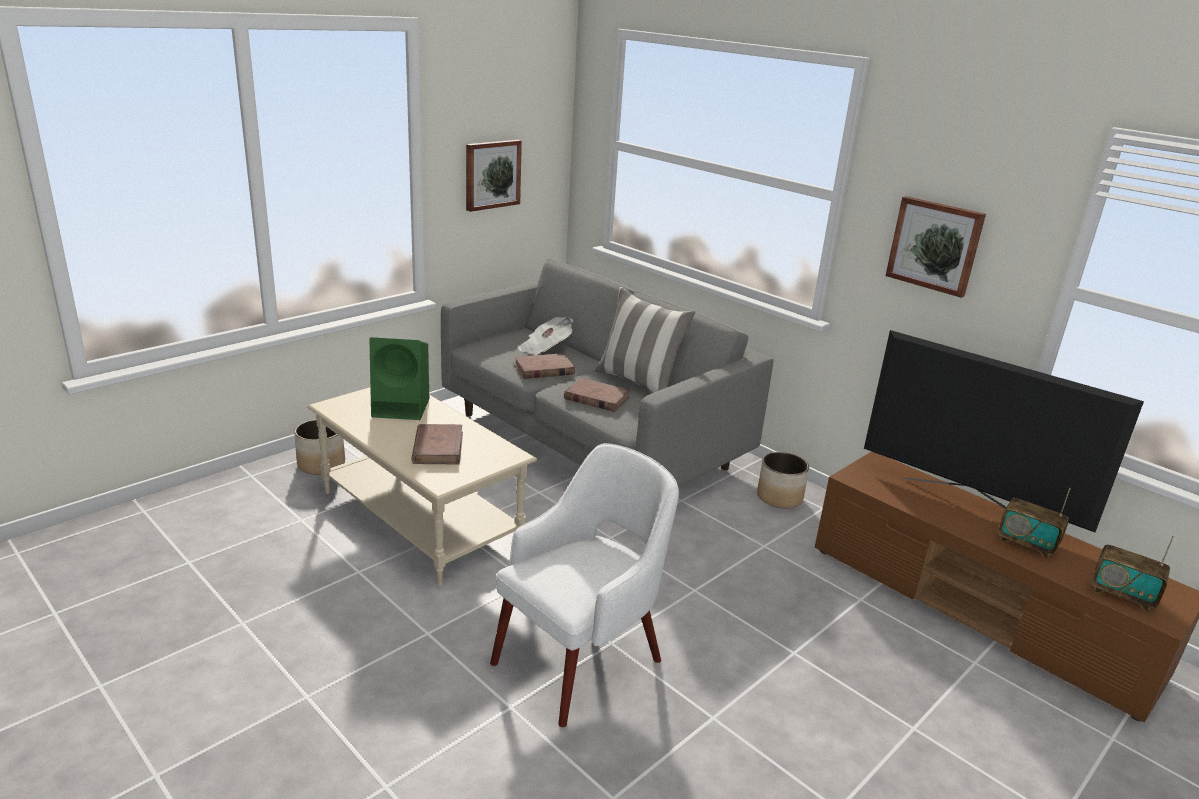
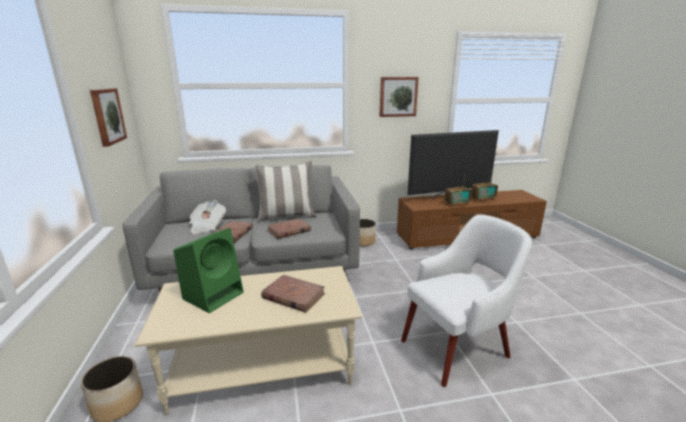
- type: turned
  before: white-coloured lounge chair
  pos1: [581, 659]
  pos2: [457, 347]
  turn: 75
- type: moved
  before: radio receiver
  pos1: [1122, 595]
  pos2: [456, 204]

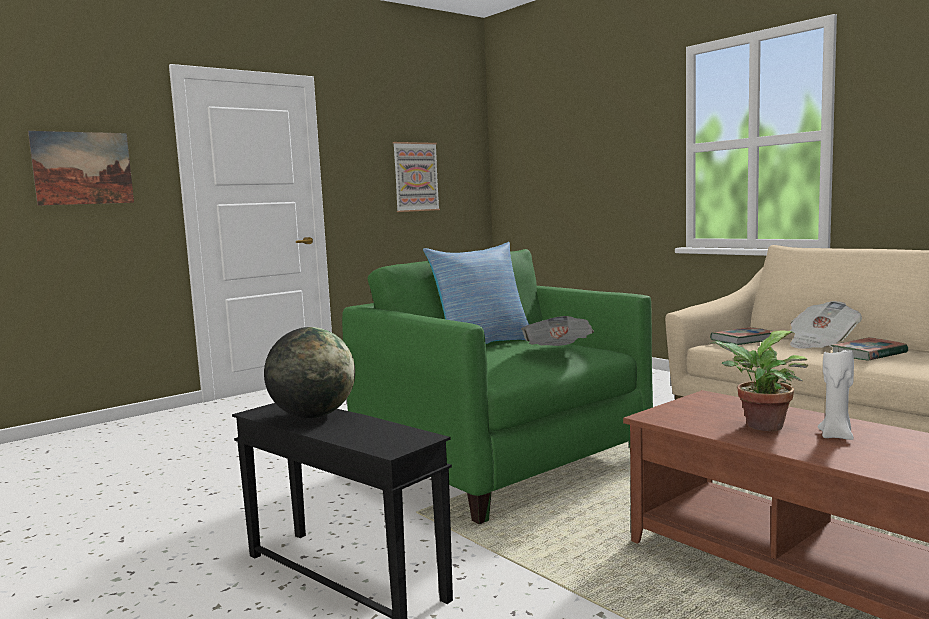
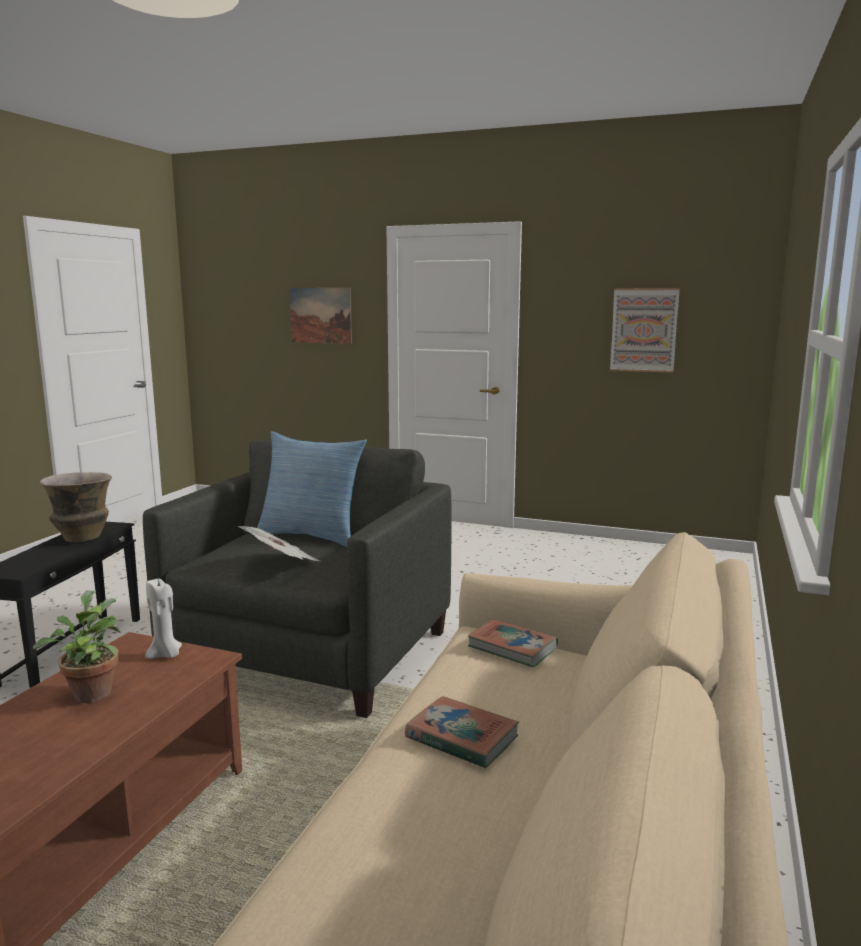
- type: recoloured
  before: green-coloured lounge chair
  after: greyish lounge chair
  pos1: [503, 464]
  pos2: [311, 653]
- type: removed
  before: newspaper
  pos1: [820, 344]
- type: replaced
  before: world globe
  after: decorative vase
  pos1: [313, 416]
  pos2: [82, 538]
- type: moved
  before: white-coloured candle
  pos1: [836, 436]
  pos2: [165, 655]

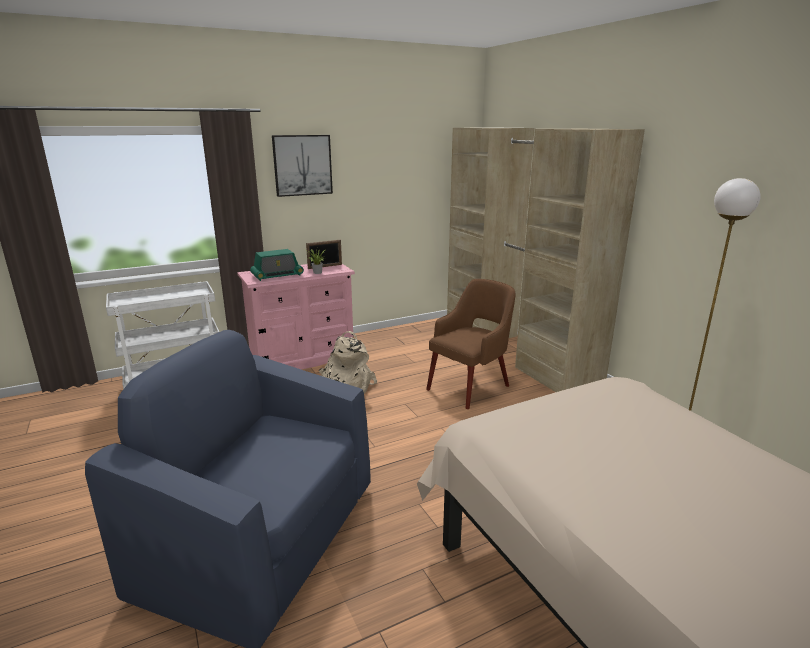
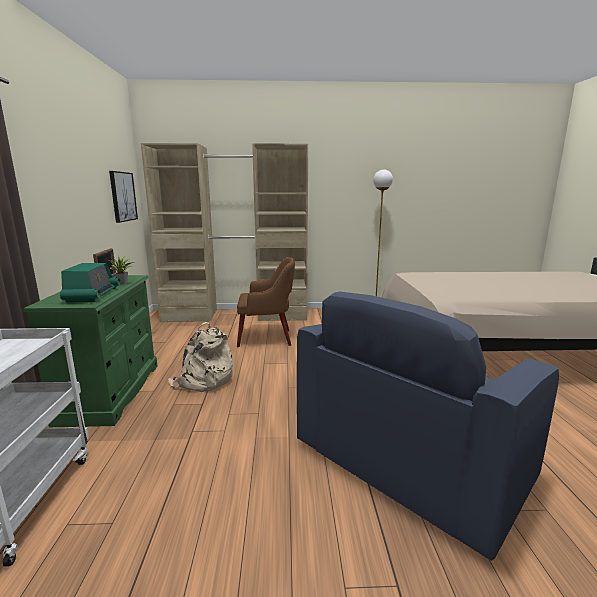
- type: moved
  before: wall art
  pos1: [302, 165]
  pos2: [122, 196]
- type: recoloured
  before: pink-coloured drawer chest
  after: green-coloured drawer chest
  pos1: [303, 359]
  pos2: [111, 392]
- type: turned
  before: brownish lounge chair
  pos1: [470, 387]
  pos2: [266, 338]
  turn: 105

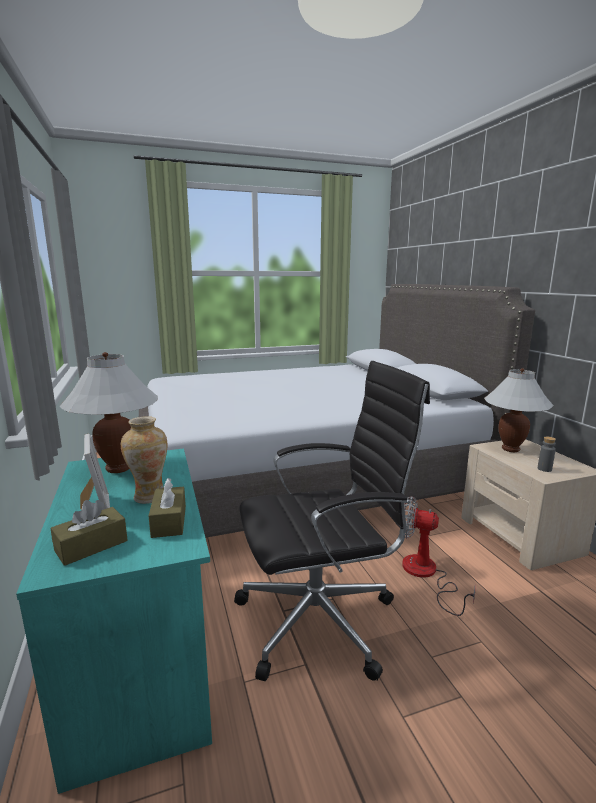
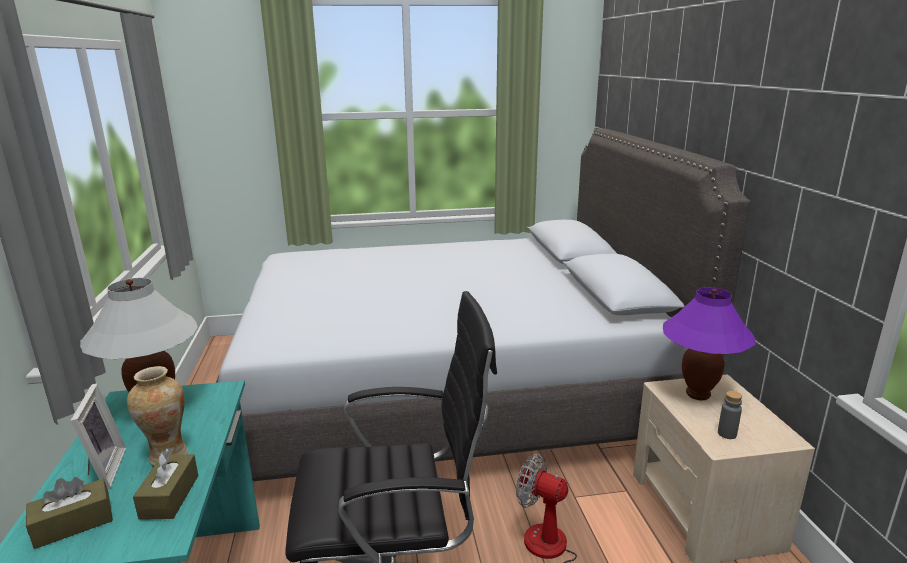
- type: recoloured
  before: white-coloured lamp for a table
  after: purple lamp for a table
  pos1: [510, 449]
  pos2: [697, 394]

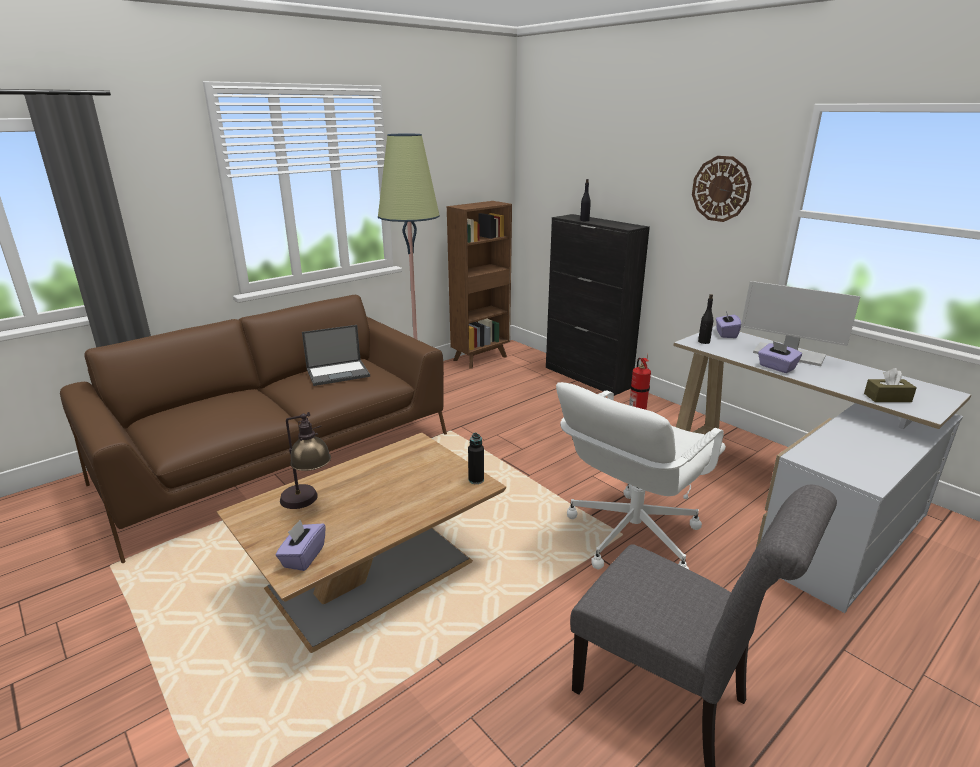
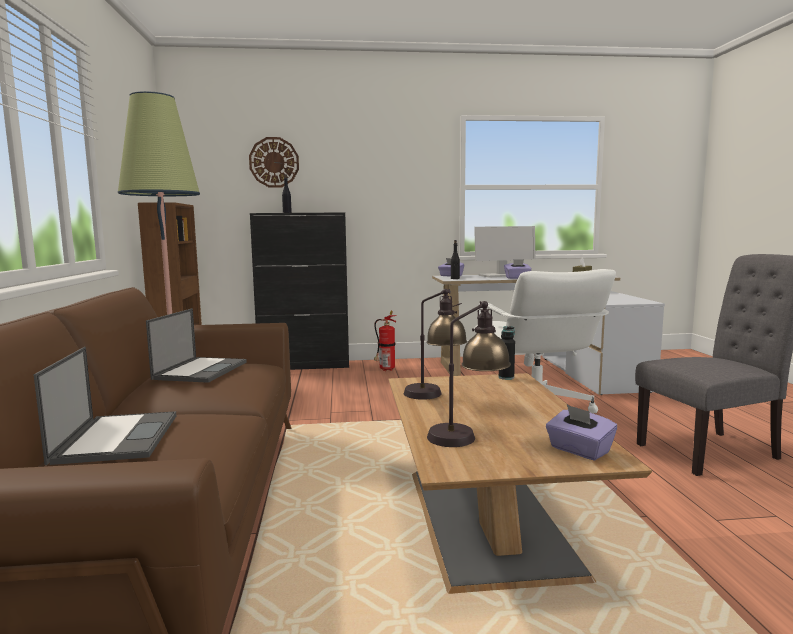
- type: moved
  before: hanging clock
  pos1: [721, 189]
  pos2: [274, 162]
- type: added
  after: lamp for a table
  pos2: [434, 396]
- type: added
  after: laptop
  pos2: [117, 437]

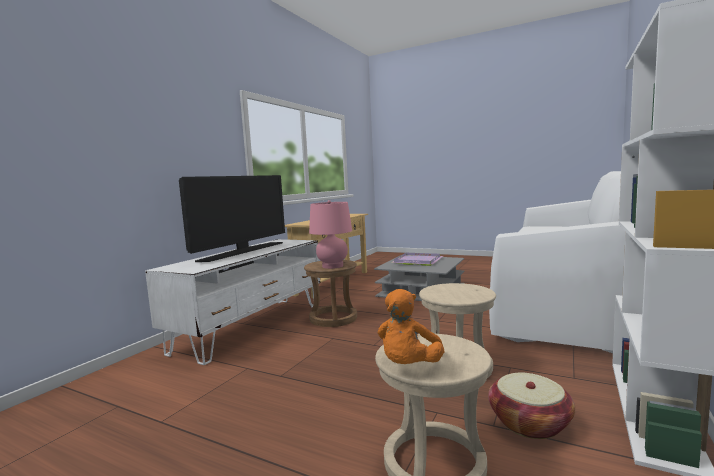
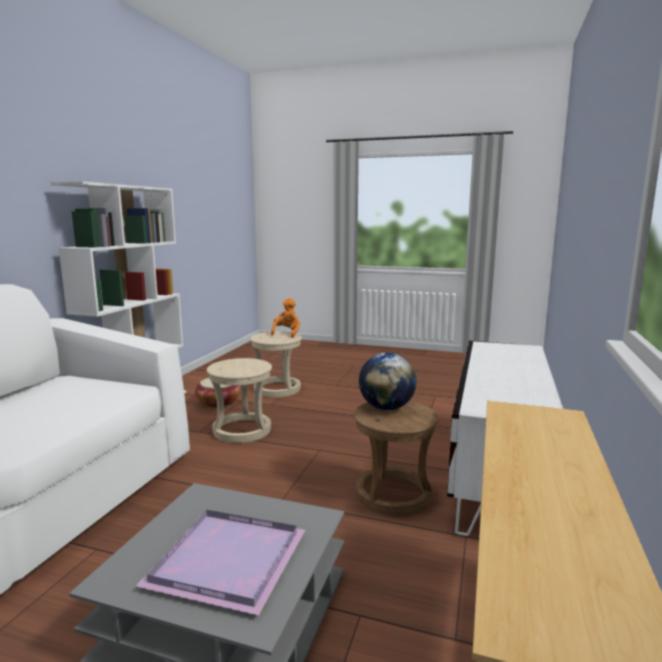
- type: removed
  before: television
  pos1: [243, 252]
- type: replaced
  before: pink-coloured lamp for a table
  after: world globe
  pos1: [332, 266]
  pos2: [386, 408]

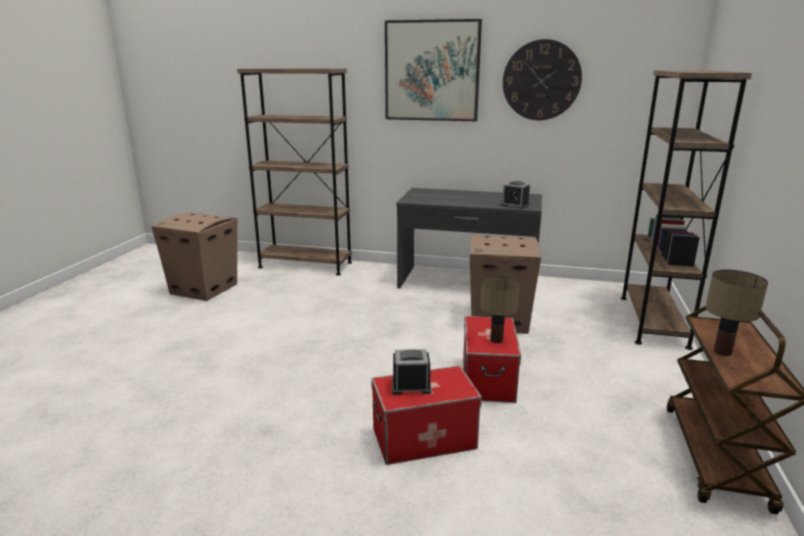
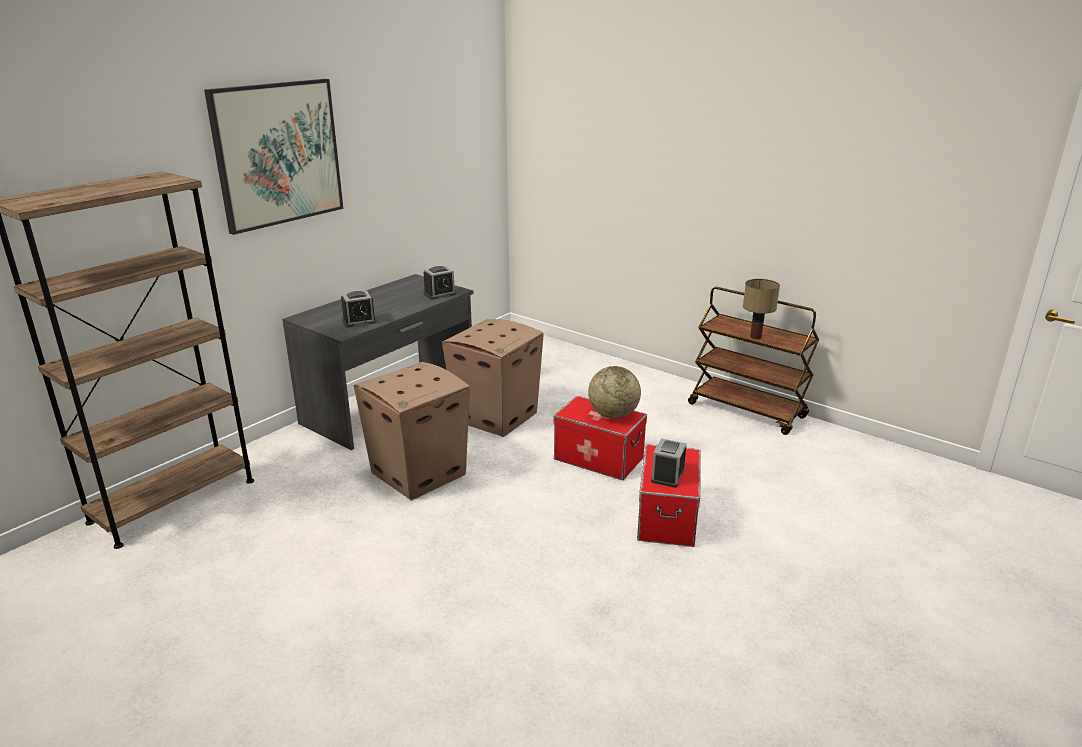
- type: removed
  before: hanging clock
  pos1: [541, 80]
- type: removed
  before: brownish bookshelf
  pos1: [653, 321]
- type: moved
  before: cardboard box
  pos1: [204, 289]
  pos2: [419, 473]
- type: replaced
  before: lamp for a table
  after: world globe
  pos1: [496, 340]
  pos2: [613, 415]
- type: added
  after: alarm clock
  pos2: [359, 321]

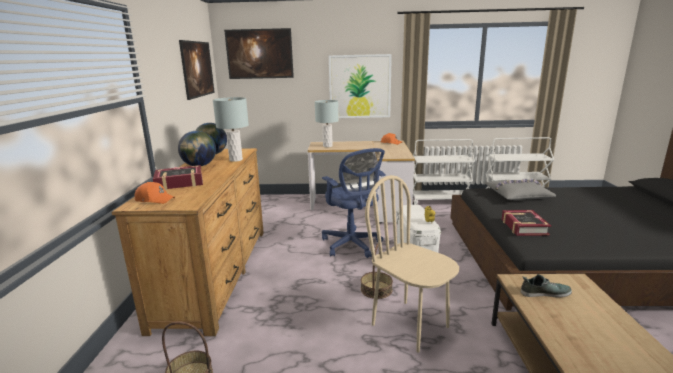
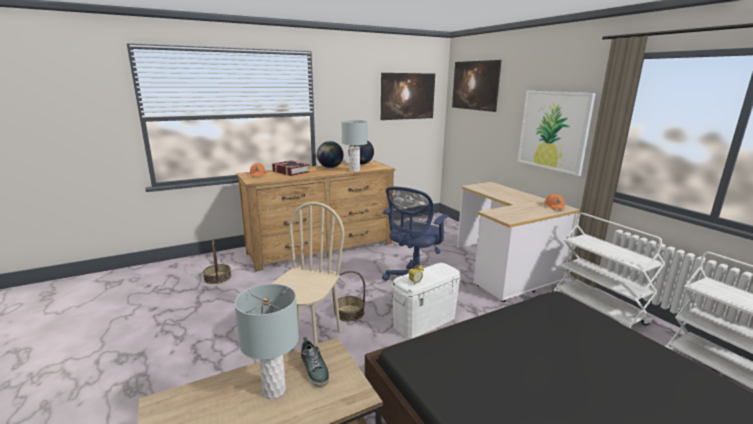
- type: moved
  before: greyish lamp for a table
  pos1: [327, 146]
  pos2: [273, 390]
- type: removed
  before: greyish throw pillow
  pos1: [517, 195]
- type: removed
  before: volume
  pos1: [523, 227]

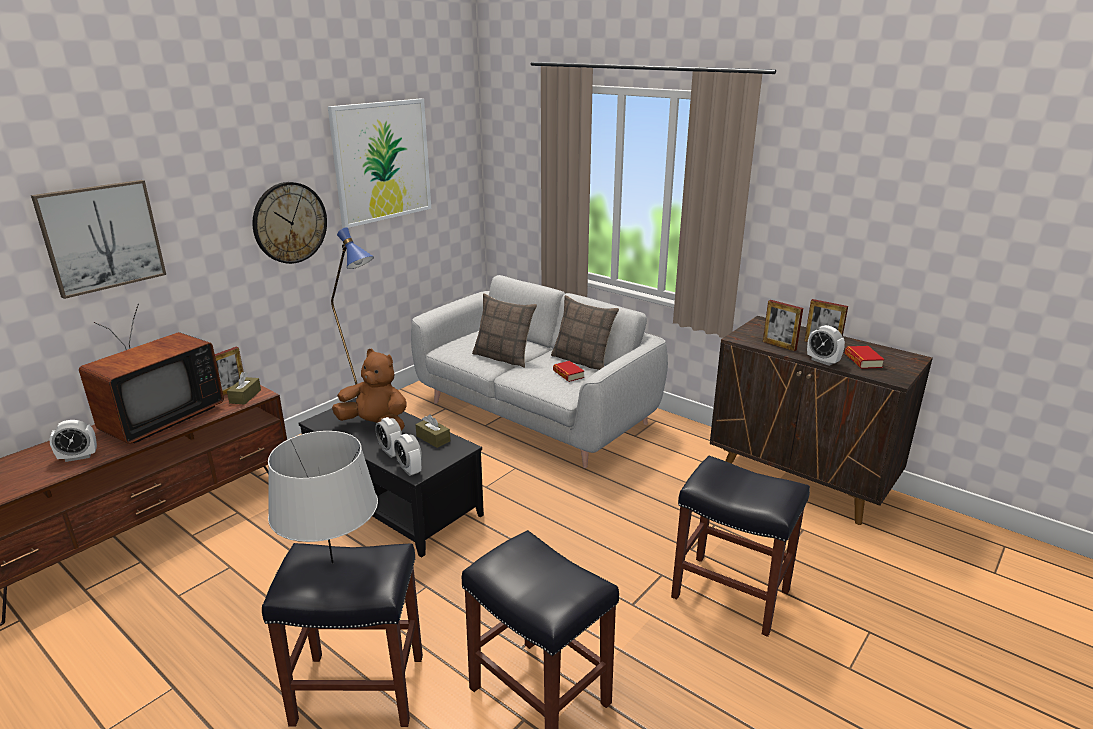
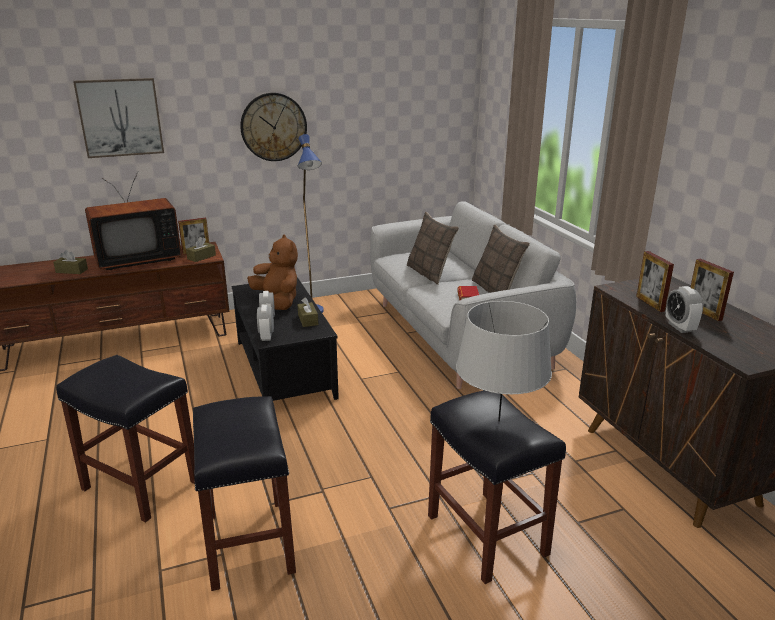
- type: removed
  before: wall art
  pos1: [382, 161]
- type: removed
  before: volume
  pos1: [863, 361]
- type: replaced
  before: alarm clock
  after: brownish box of tissues
  pos1: [78, 457]
  pos2: [72, 271]
- type: moved
  before: greyish lamp for a table
  pos1: [333, 562]
  pos2: [499, 421]

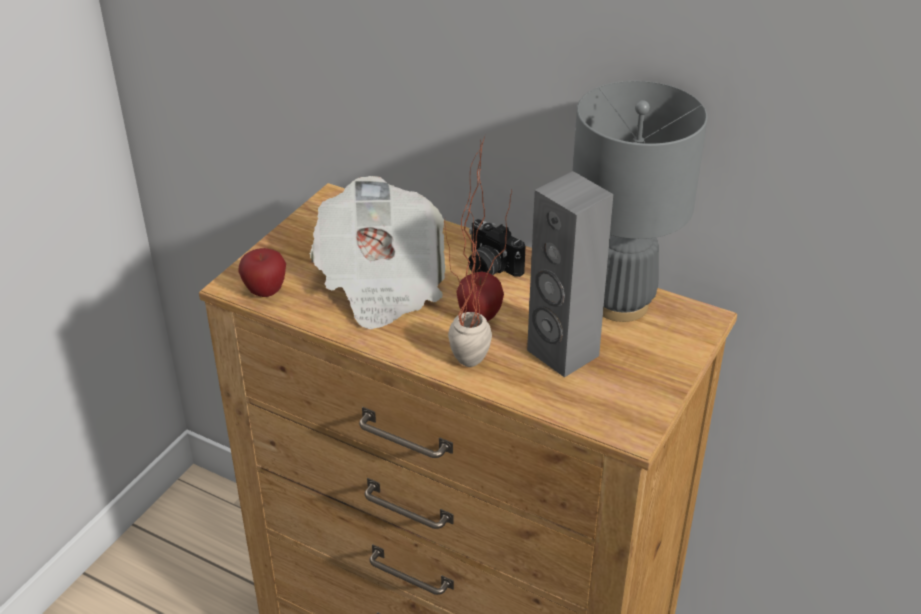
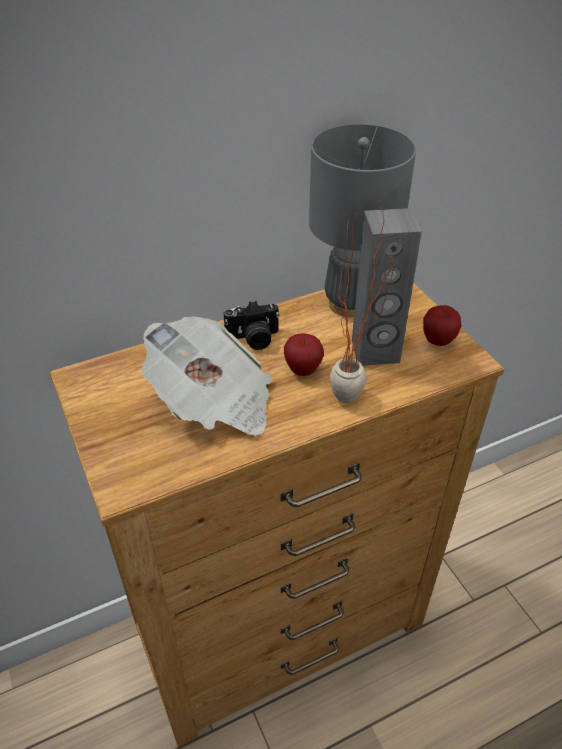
- type: moved
  before: whole apple
  pos1: [265, 292]
  pos2: [438, 341]

